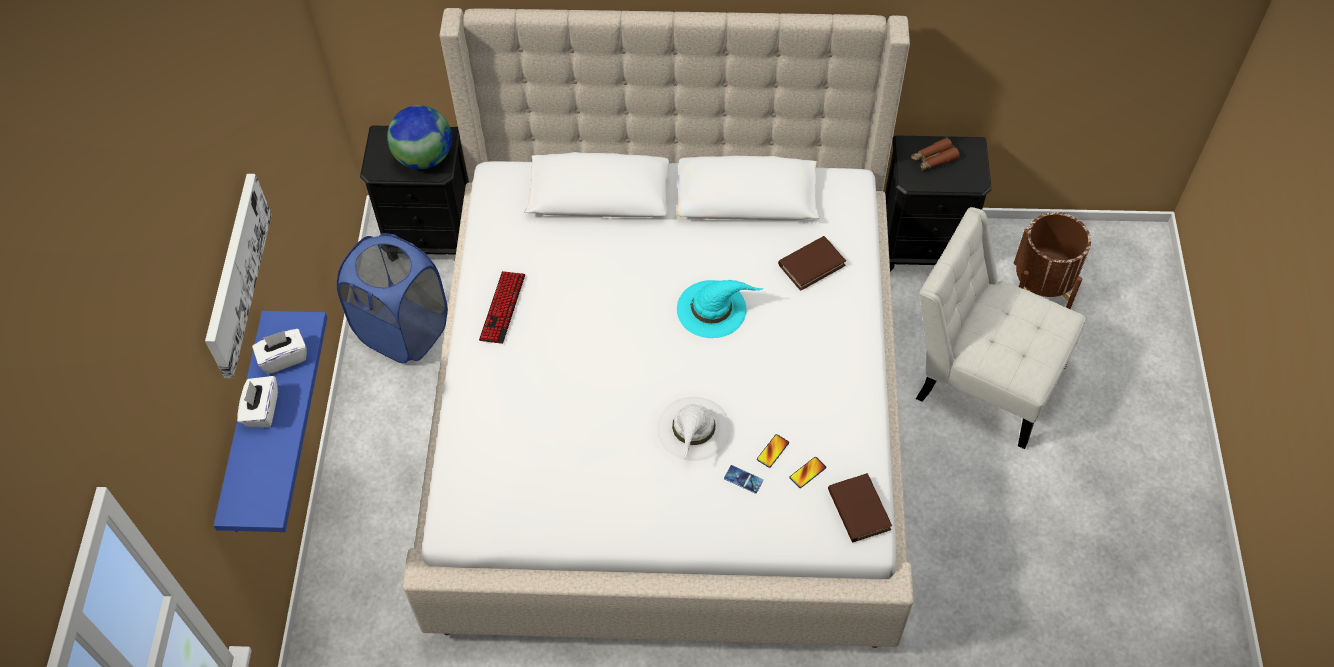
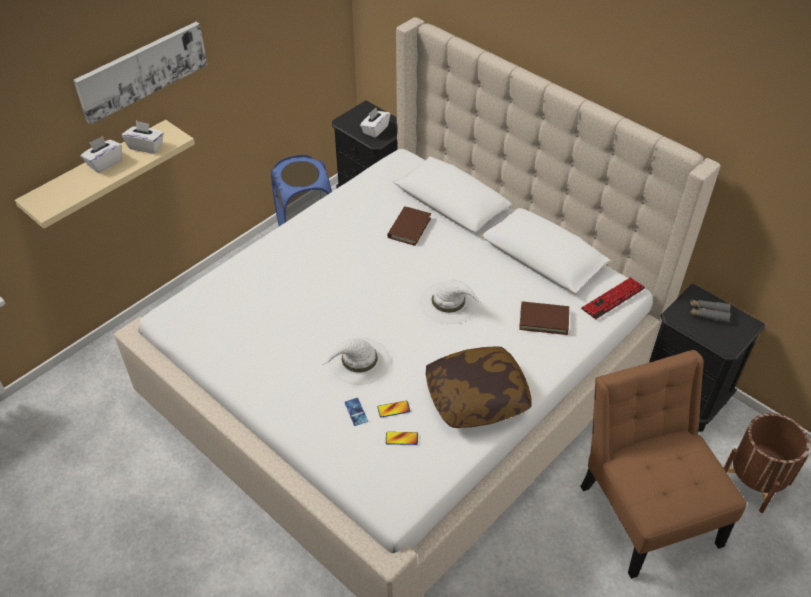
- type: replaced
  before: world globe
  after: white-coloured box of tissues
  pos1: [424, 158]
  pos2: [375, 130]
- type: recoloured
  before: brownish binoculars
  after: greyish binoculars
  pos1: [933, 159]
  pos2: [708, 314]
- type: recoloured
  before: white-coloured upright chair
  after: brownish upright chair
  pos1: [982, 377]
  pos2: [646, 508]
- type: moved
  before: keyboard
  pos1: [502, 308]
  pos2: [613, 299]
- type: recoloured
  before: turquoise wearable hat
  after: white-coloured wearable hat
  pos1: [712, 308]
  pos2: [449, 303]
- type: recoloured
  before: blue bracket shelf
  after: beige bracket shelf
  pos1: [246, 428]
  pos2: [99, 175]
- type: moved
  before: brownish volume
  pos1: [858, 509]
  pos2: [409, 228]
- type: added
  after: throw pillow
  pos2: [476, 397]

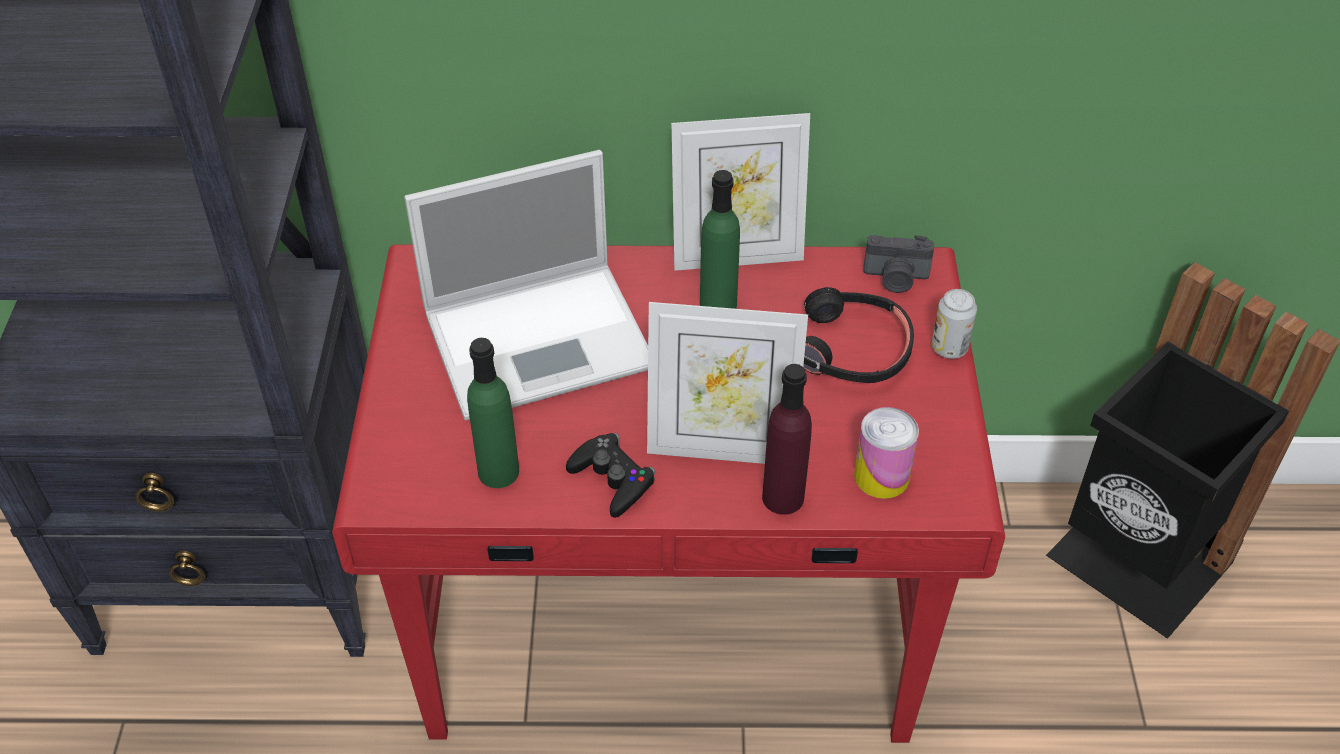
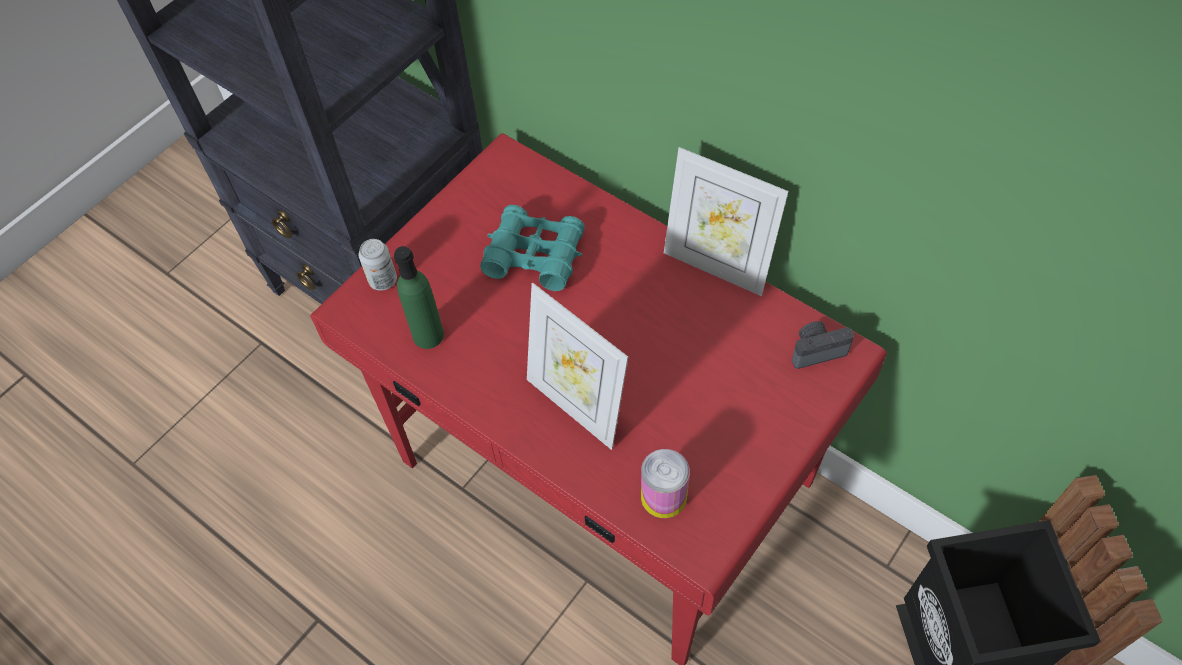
- type: replaced
  before: laptop
  after: turquoise binoculars
  pos1: [542, 338]
  pos2: [534, 255]
- type: removed
  before: green-coloured drink bottle
  pos1: [718, 304]
- type: turned
  before: still camera
  pos1: [895, 279]
  pos2: [816, 350]
  turn: 120
- type: removed
  before: blackish pair of headphones
  pos1: [853, 349]
- type: moved
  before: can
  pos1: [949, 348]
  pos2: [383, 280]
- type: removed
  before: purple drink bottle
  pos1: [783, 497]
- type: removed
  before: blackish game controller
  pos1: [612, 479]

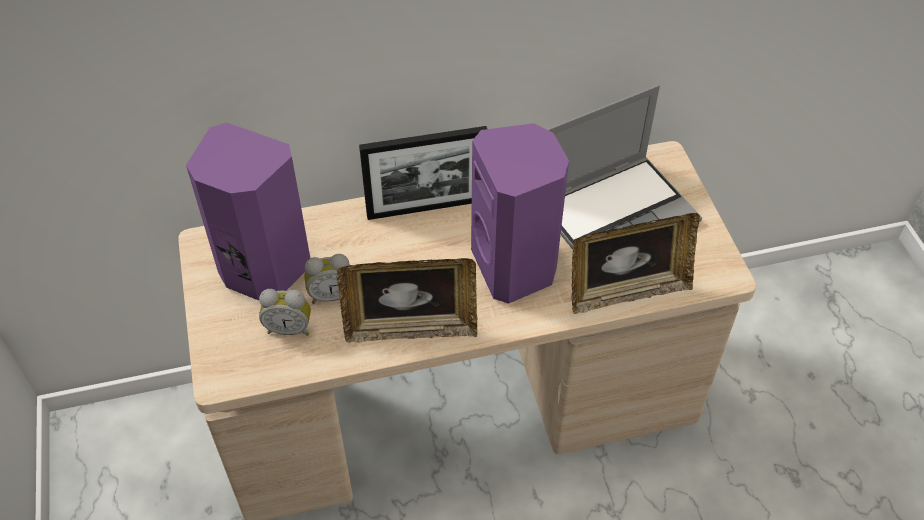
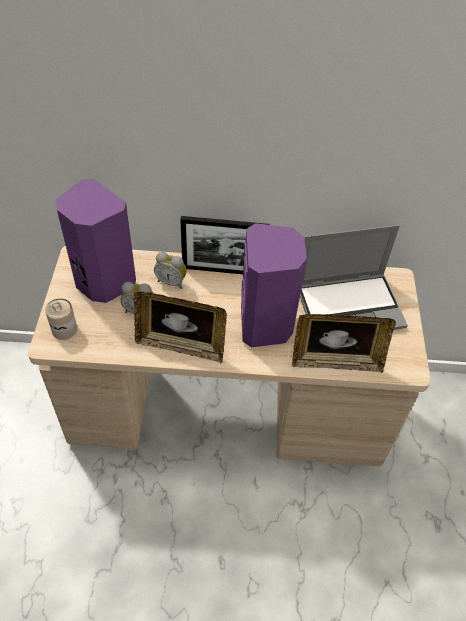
- type: moved
  before: alarm clock
  pos1: [289, 328]
  pos2: [171, 281]
- type: added
  after: can
  pos2: [64, 329]

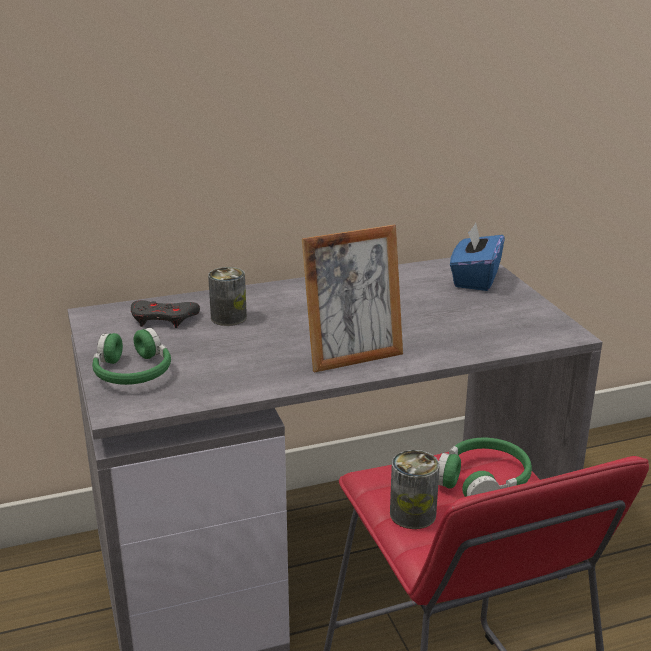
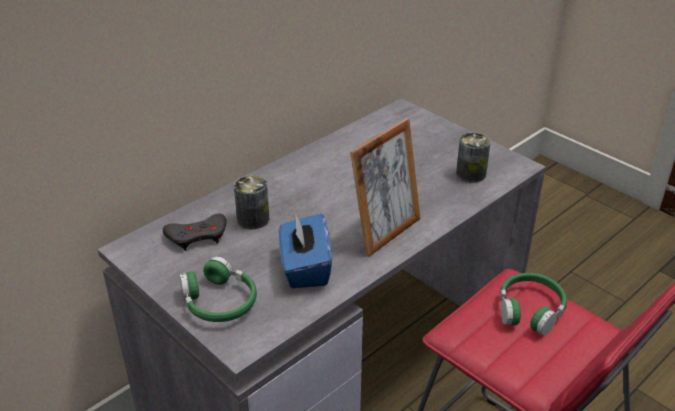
- type: moved
  before: blue box of tissues
  pos1: [475, 279]
  pos2: [305, 268]
- type: moved
  before: can
  pos1: [412, 514]
  pos2: [471, 174]

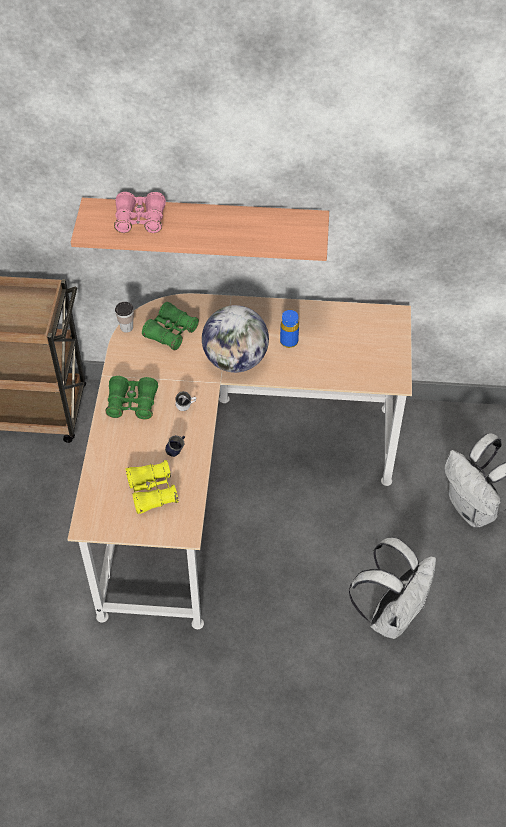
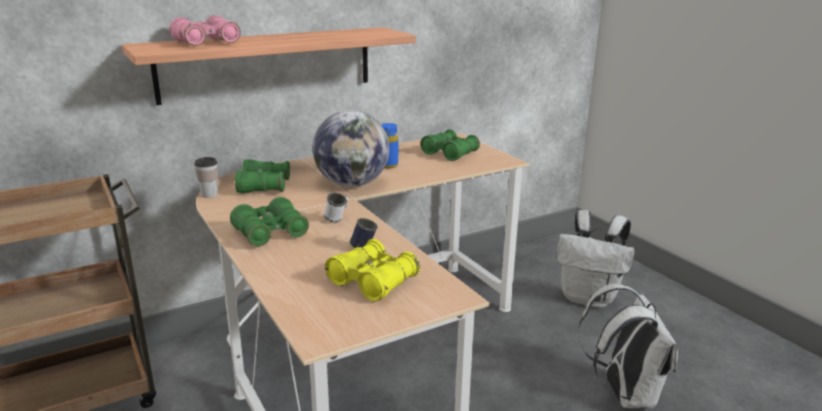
- type: added
  after: green-coloured binoculars
  pos2: [450, 153]

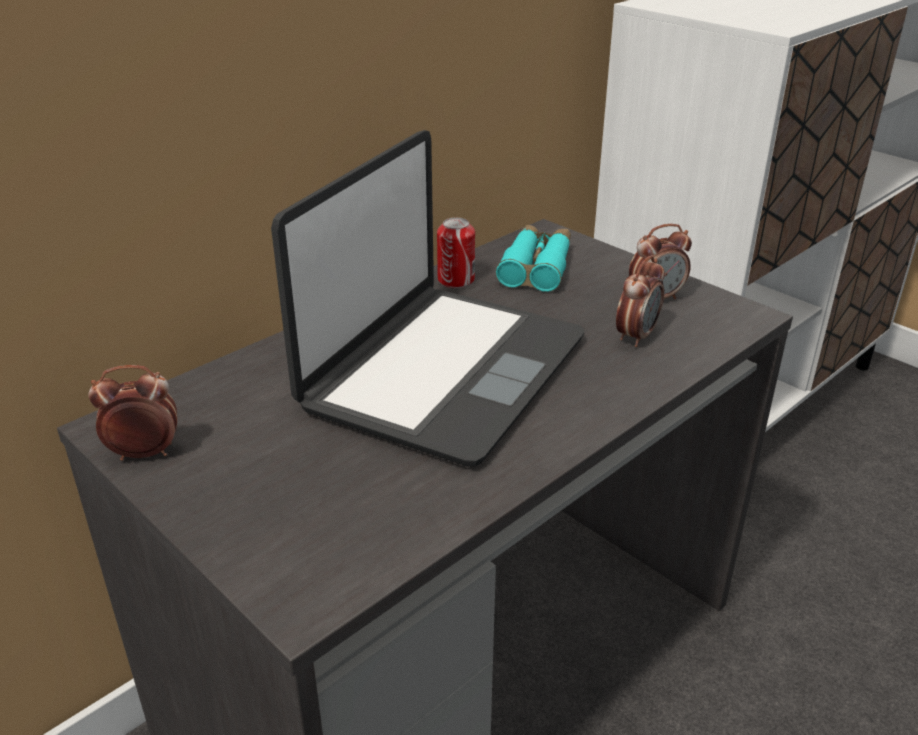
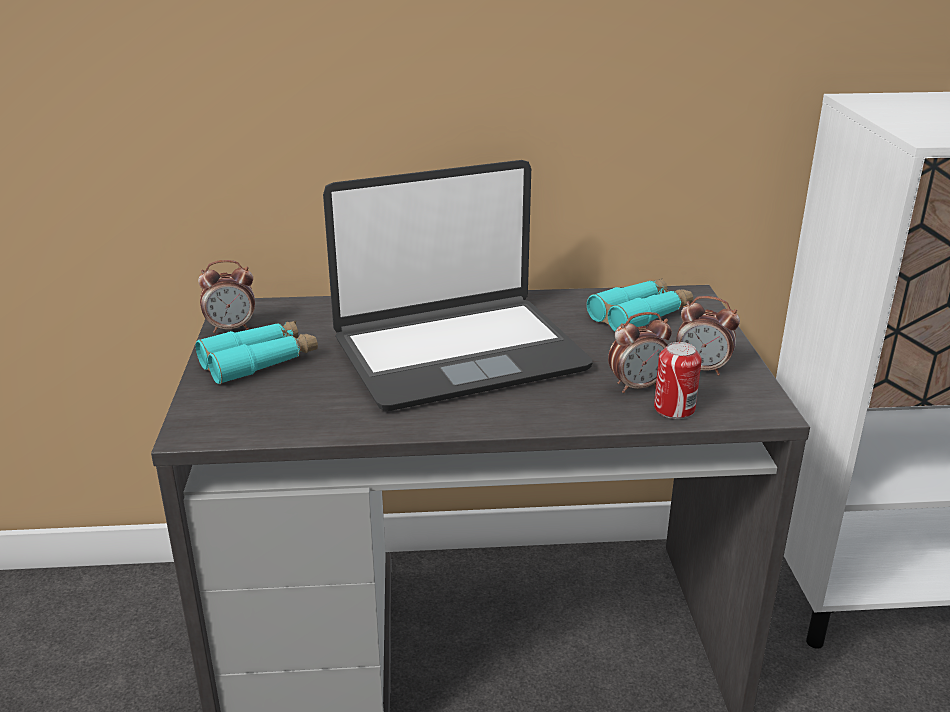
- type: moved
  before: can
  pos1: [456, 280]
  pos2: [674, 409]
- type: turned
  before: alarm clock
  pos1: [144, 453]
  pos2: [231, 328]
  turn: 135
- type: added
  after: turquoise binoculars
  pos2: [259, 361]

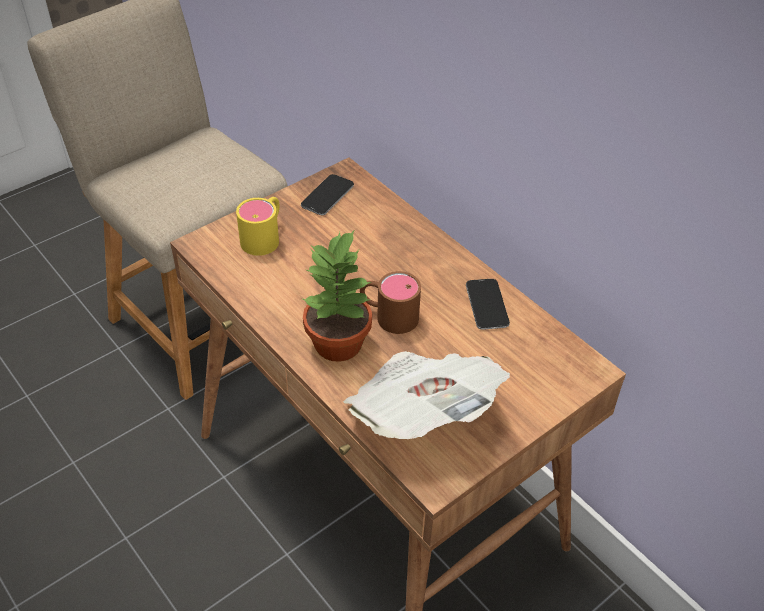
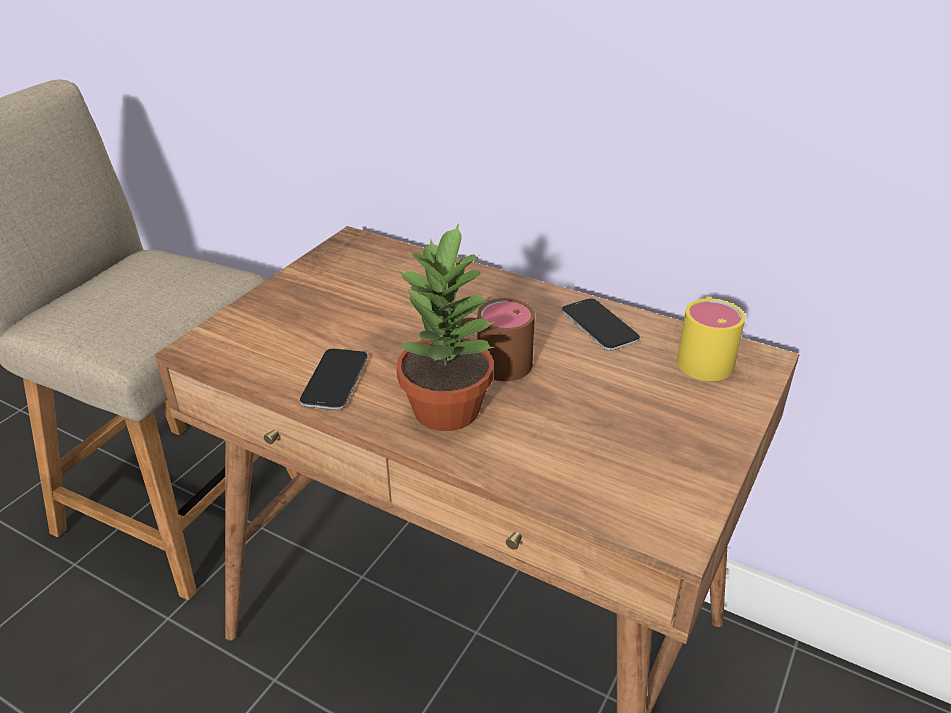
- type: moved
  before: telephone
  pos1: [327, 196]
  pos2: [335, 380]
- type: moved
  before: yellow mug
  pos1: [264, 236]
  pos2: [703, 356]
- type: removed
  before: newspaper
  pos1: [421, 414]

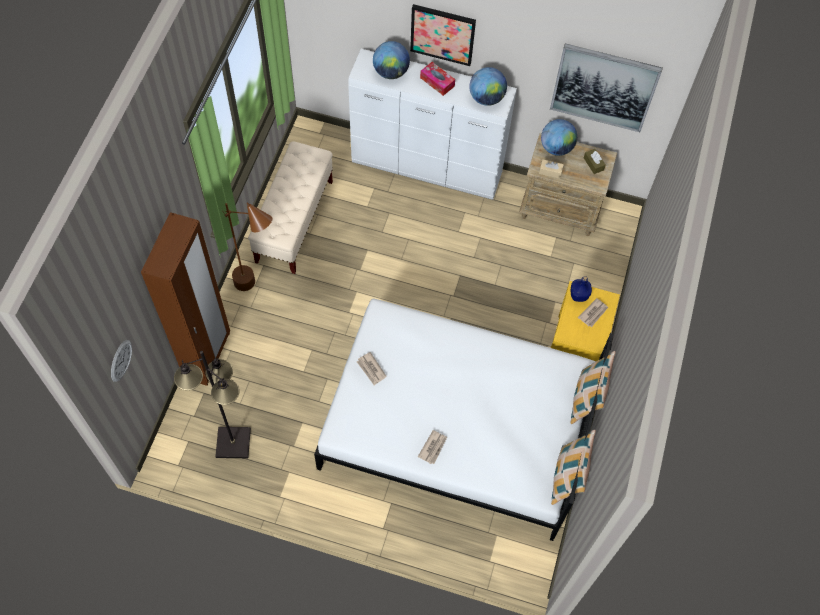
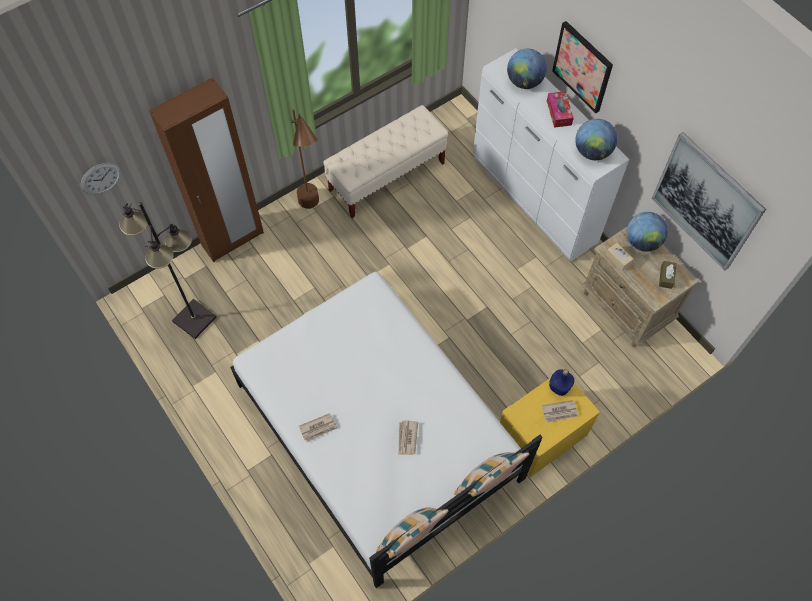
- type: moved
  before: newspaper
  pos1: [371, 369]
  pos2: [407, 438]

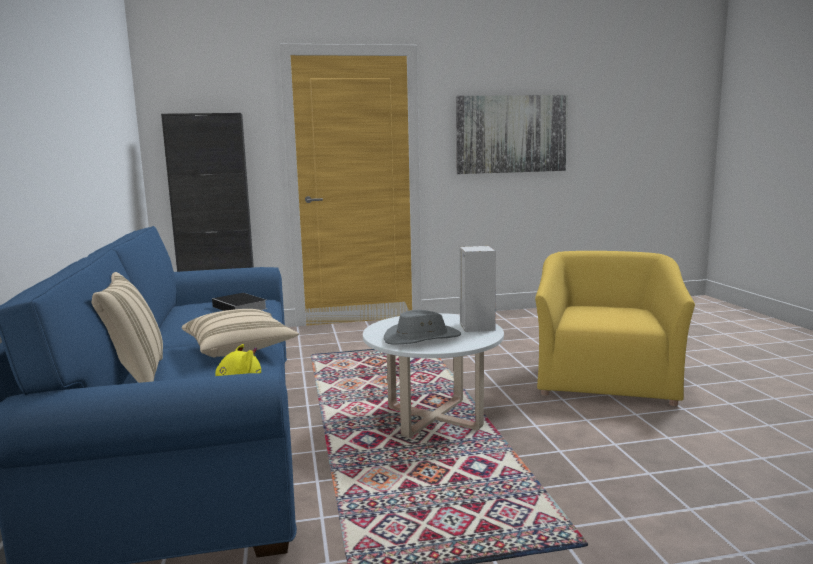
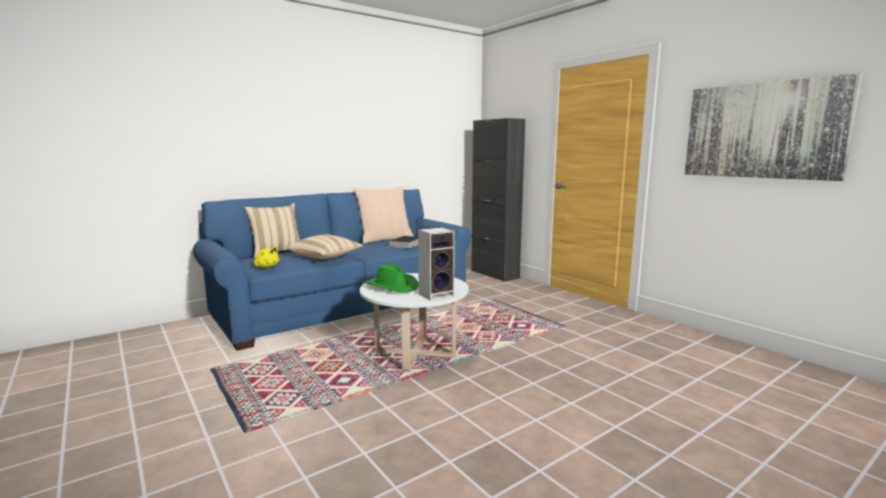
- type: removed
  before: yellow lounge chair
  pos1: [605, 380]
- type: recoloured
  before: greyish wearable hat
  after: green-coloured wearable hat
  pos1: [422, 338]
  pos2: [392, 286]
- type: added
  after: beige throw pillow
  pos2: [385, 239]

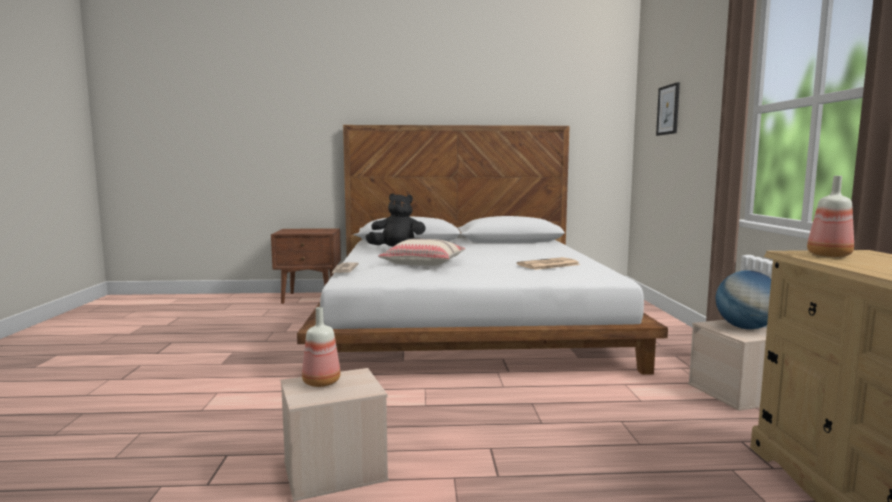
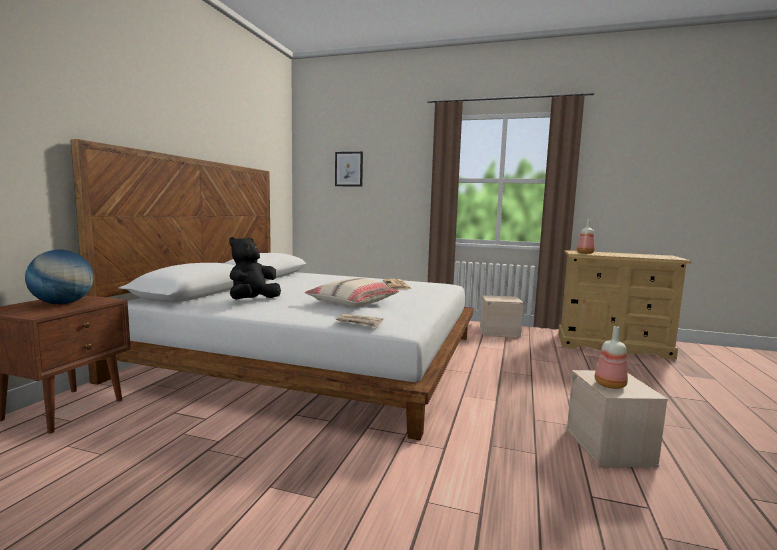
- type: moved
  before: world globe
  pos1: [745, 328]
  pos2: [62, 303]

